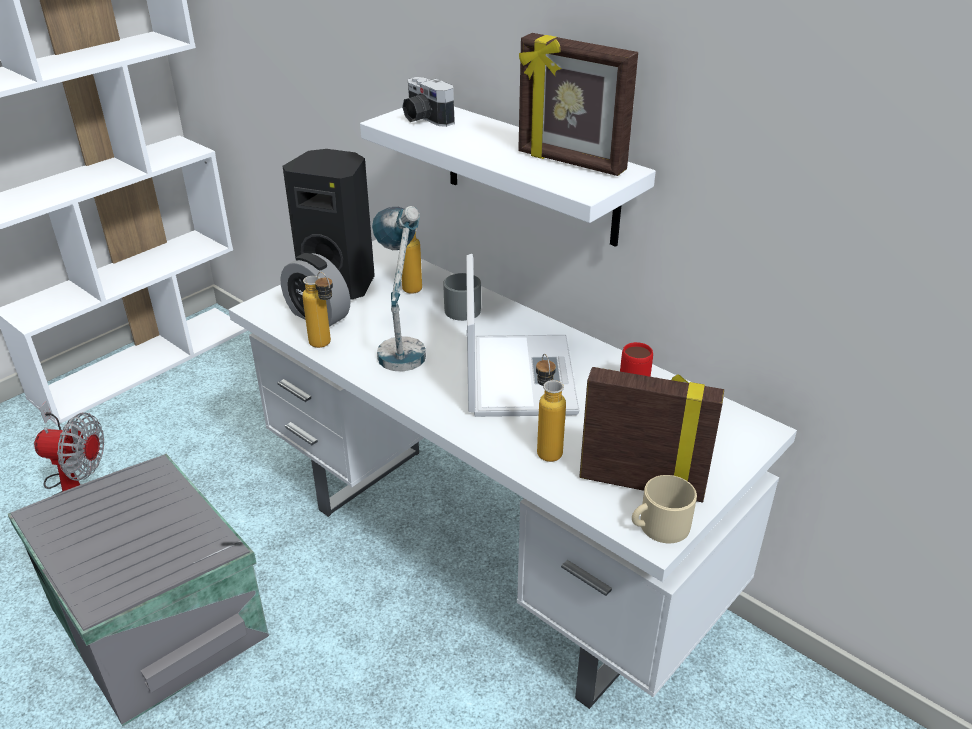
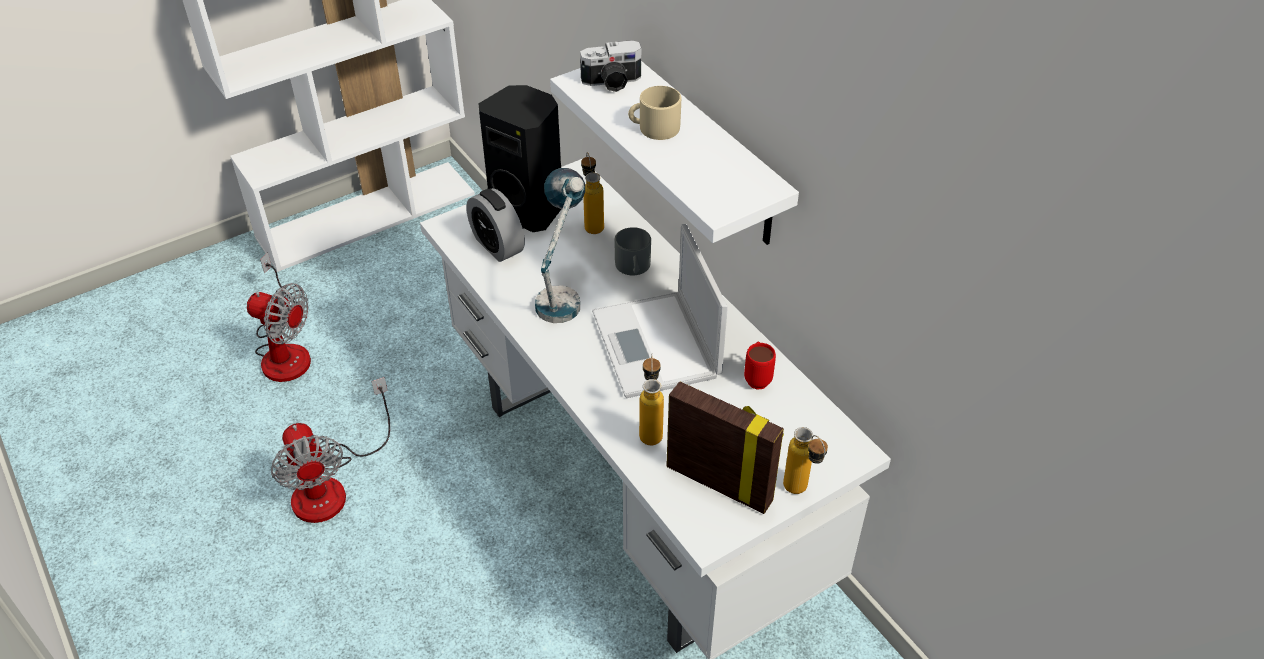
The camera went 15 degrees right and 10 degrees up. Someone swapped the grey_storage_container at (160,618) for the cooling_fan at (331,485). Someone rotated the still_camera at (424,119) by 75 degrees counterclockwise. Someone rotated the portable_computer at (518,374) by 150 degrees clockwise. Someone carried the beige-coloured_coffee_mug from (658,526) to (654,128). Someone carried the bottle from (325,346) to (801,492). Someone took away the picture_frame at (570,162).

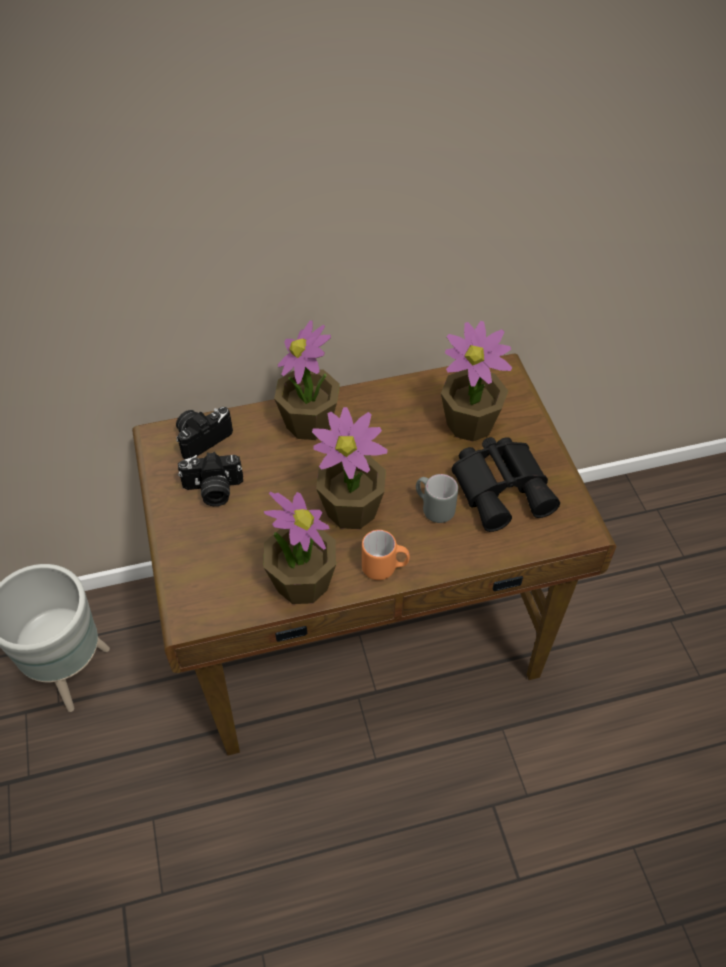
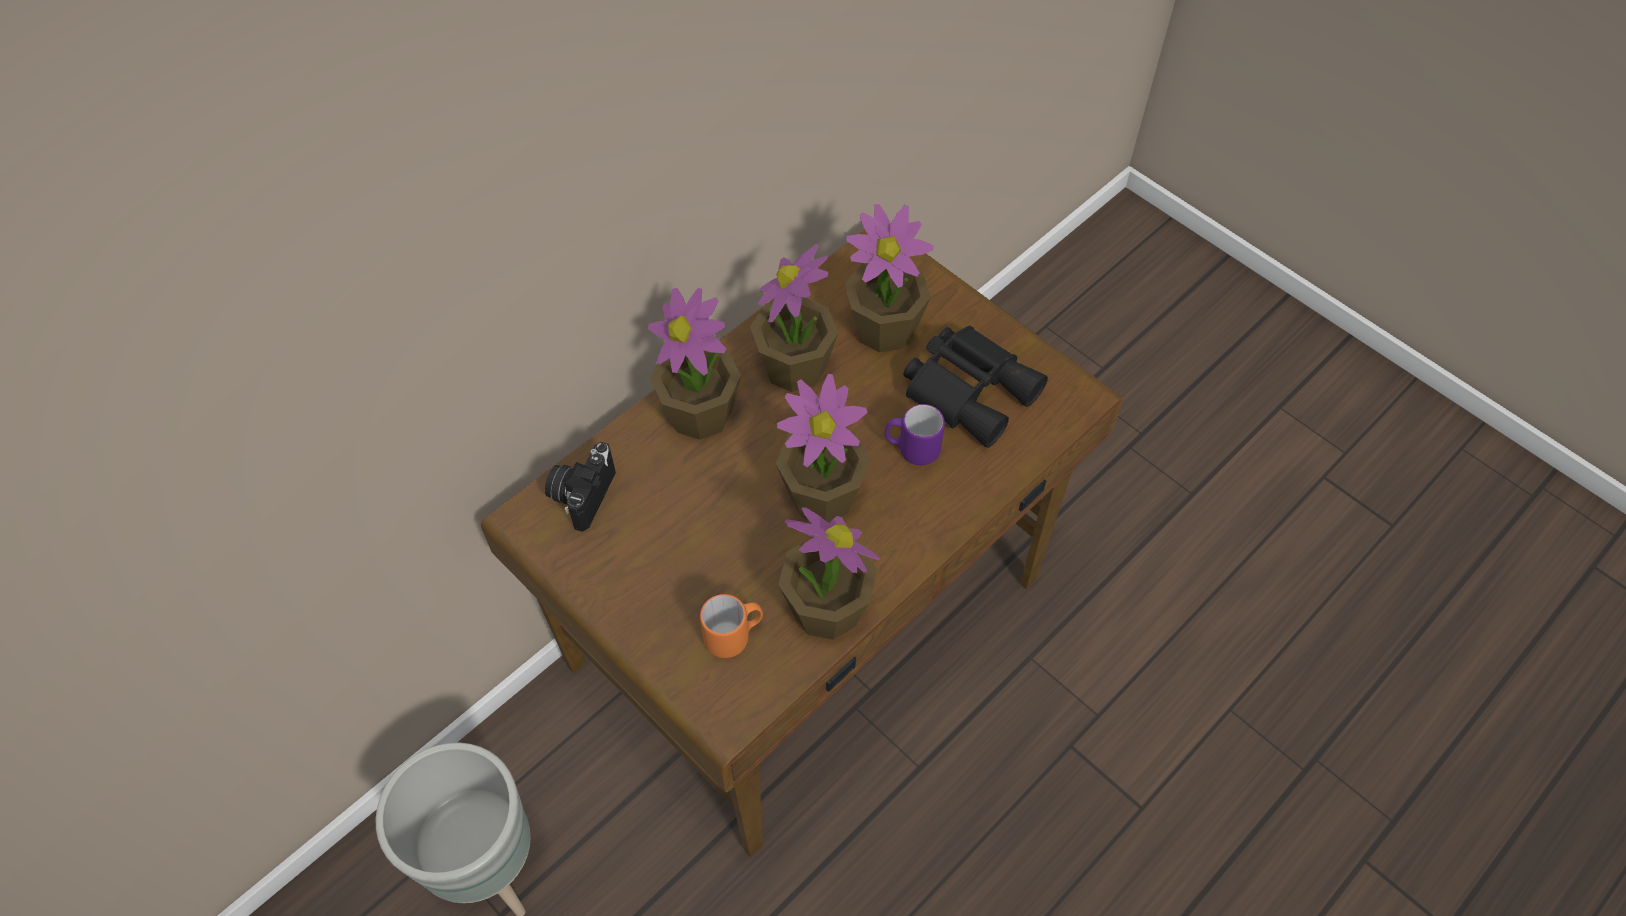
The camera went 30 degrees left and 5 degrees up. Someone carried the orange-coloured_coffee_mug from (385,568) to (734,636). Someone put down the potted_plant at (795,367). Someone repainted the grey_coffee_mug at (433,508), which became the purple-coloured_coffee_mug at (911,449). Someone took away the still_camera at (213,491).

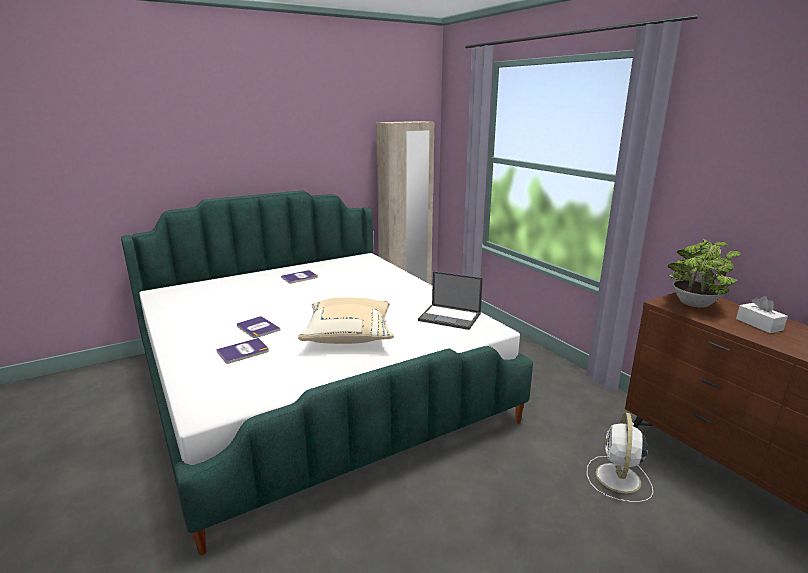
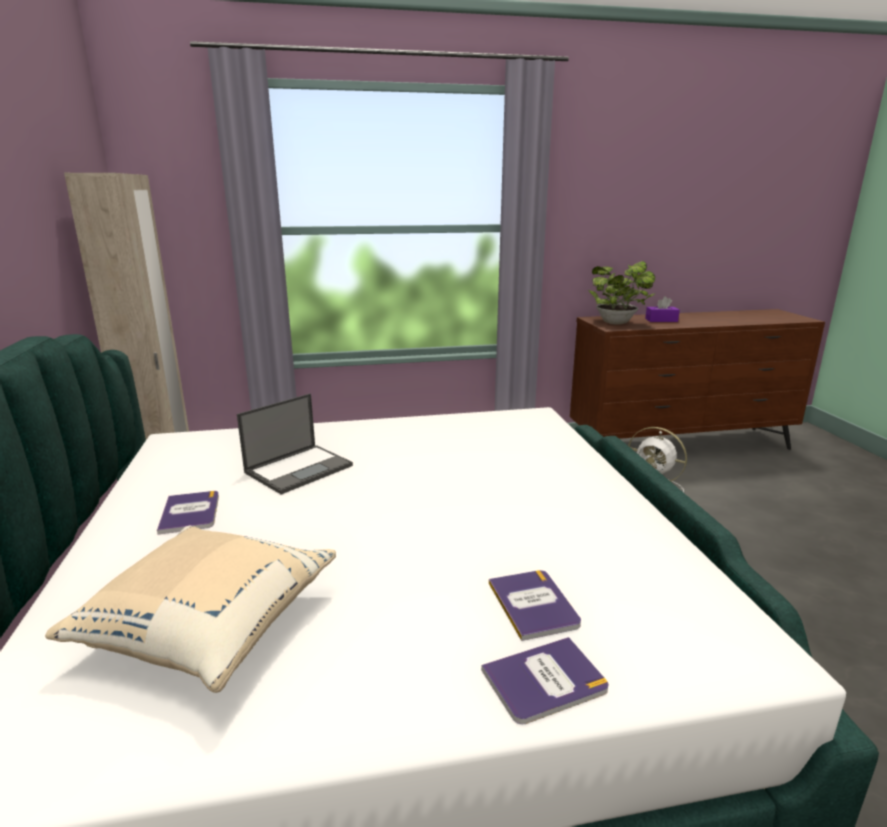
The camera went 70 degrees left and 0 degrees up. Someone carried the beige-coloured_pillow from (349,336) to (208,626). Someone carried the portable_computer from (450,317) to (299,468). Someone carried the volume from (257,328) to (545,681). Someone repainted the whitish_tissue_box at (759,324), which became the purple-coloured_tissue_box at (661,320).

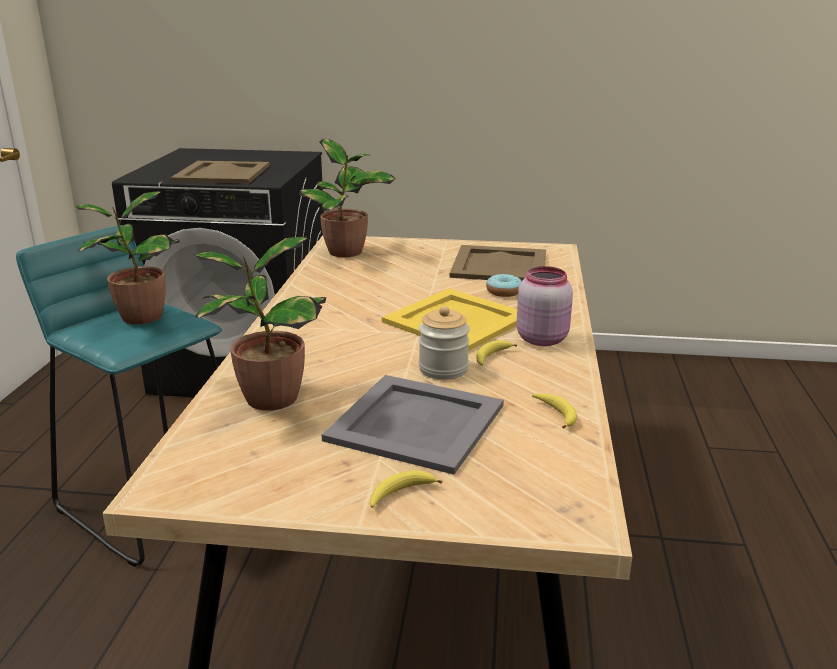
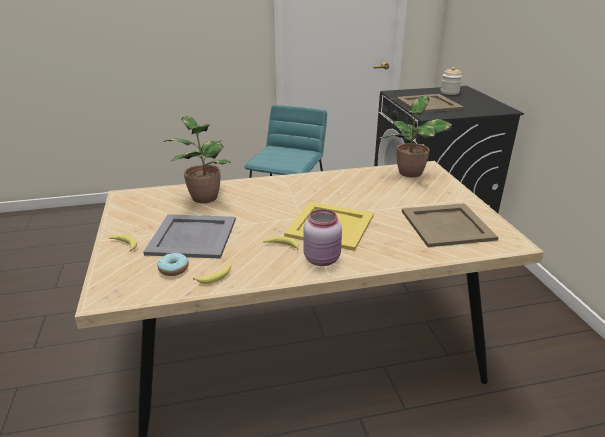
The camera went 70 degrees right and 5 degrees up. Someone carried the doughnut from (503,292) to (173,269). Someone carried the storage_jar from (443,369) to (449,92). Someone took away the potted_plant at (139,317).

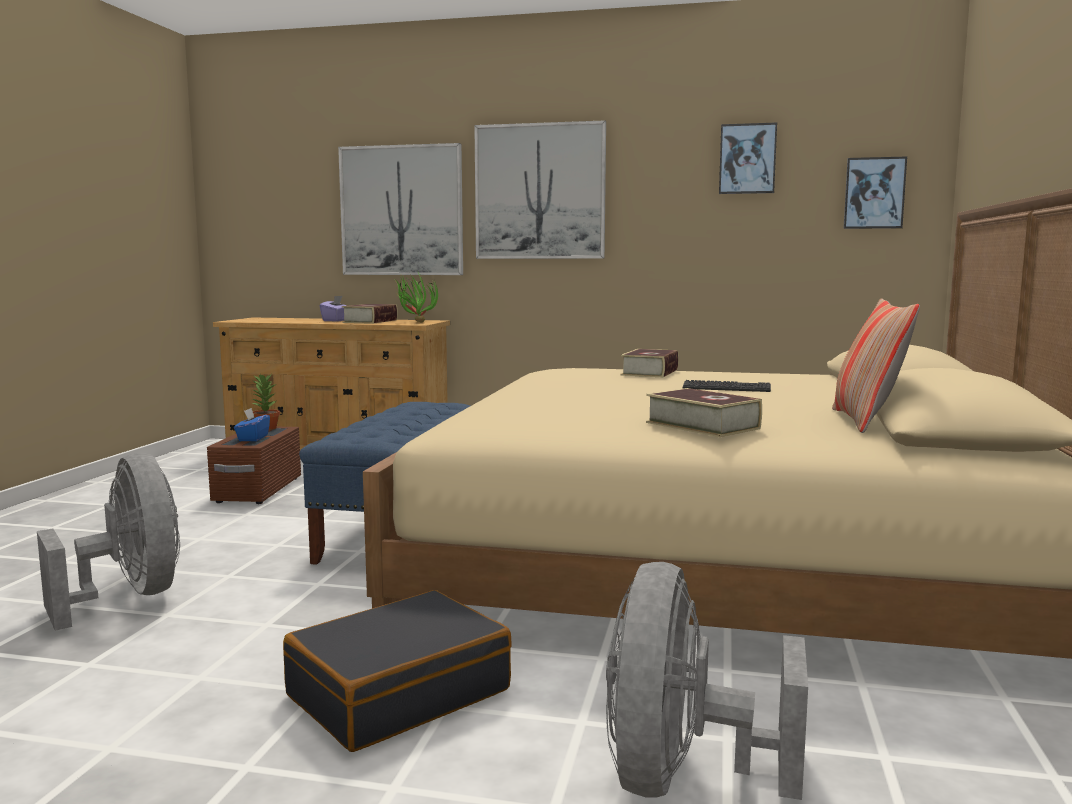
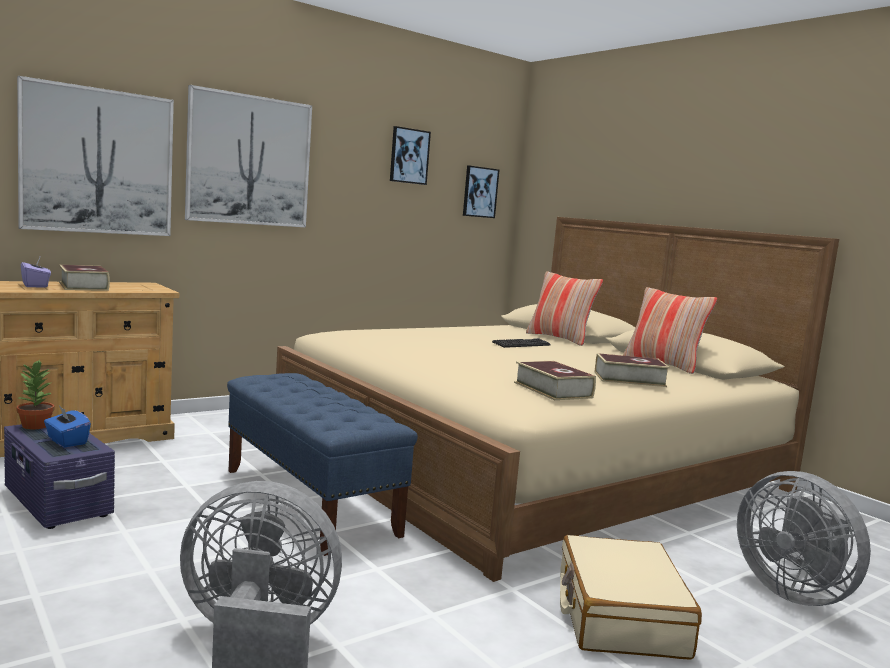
The camera went 50 degrees left and 0 degrees up. Someone repainted the brown-coloured_storage_container at (257,490), which became the purple-coloured_storage_container at (57,502). Someone carried the volume from (650,372) to (552,390). Someone put down the pillow at (559,338). Someone repainted the blackish_travel_case at (398,692), which became the beige-coloured_travel_case at (619,615). Someone took away the potted_plant at (414,322).

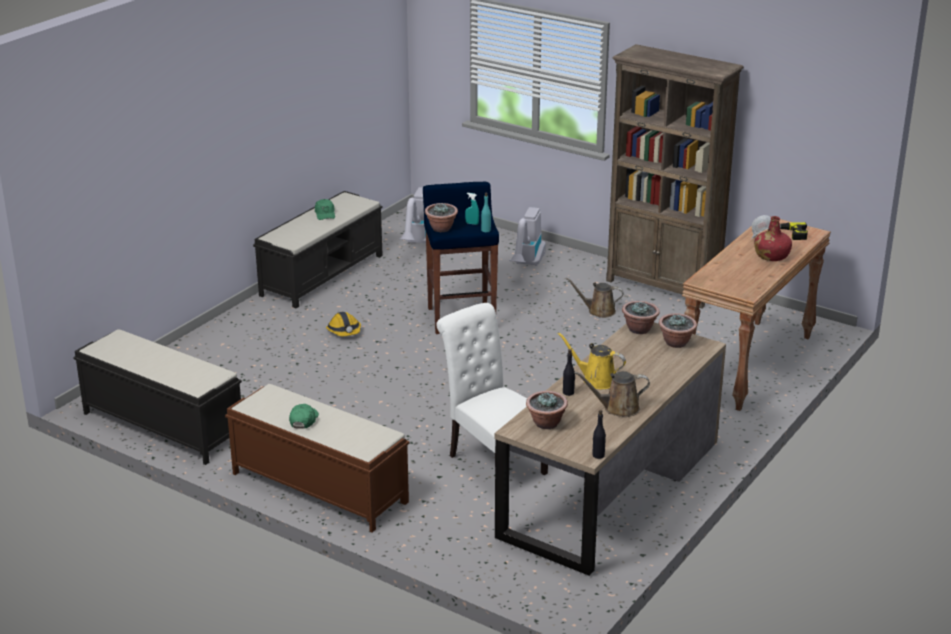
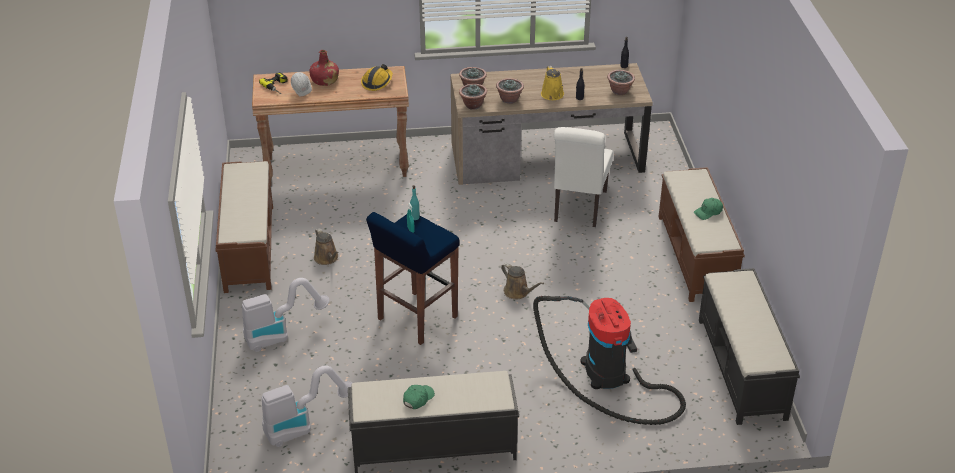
The camera went 130 degrees left and 10 degrees up. Someone swapped the brown-coloured_bookshelf at (663,287) for the brown-coloured_bench at (249,247). Someone carried the work_helmet from (344,331) to (377,82). Someone carried the potted_plant from (441,228) to (509,99). Someone carried the brown-coloured_sprinkling_can from (617,408) to (518,292). Someone put down the vacuum_cleaner at (608,376).

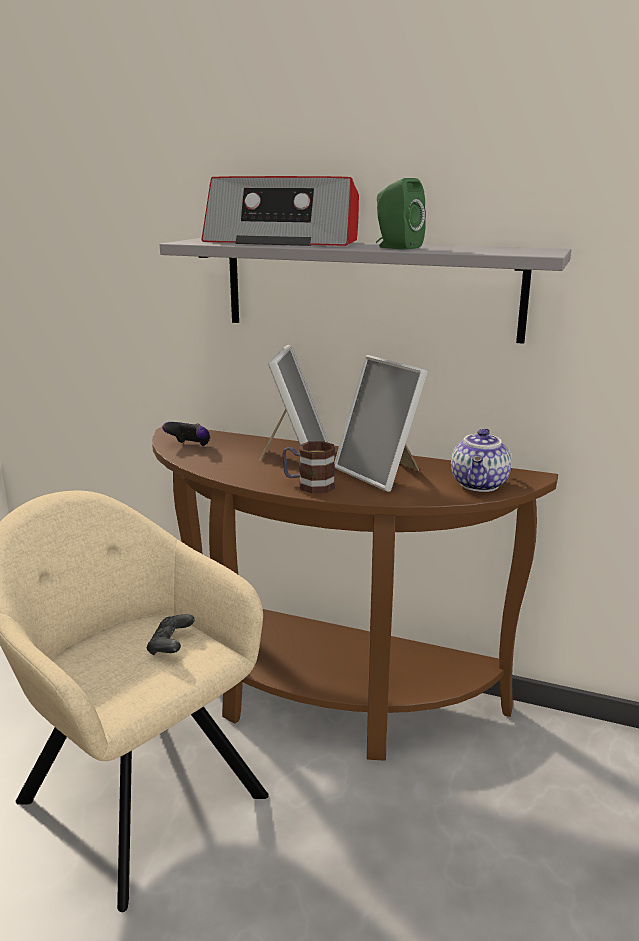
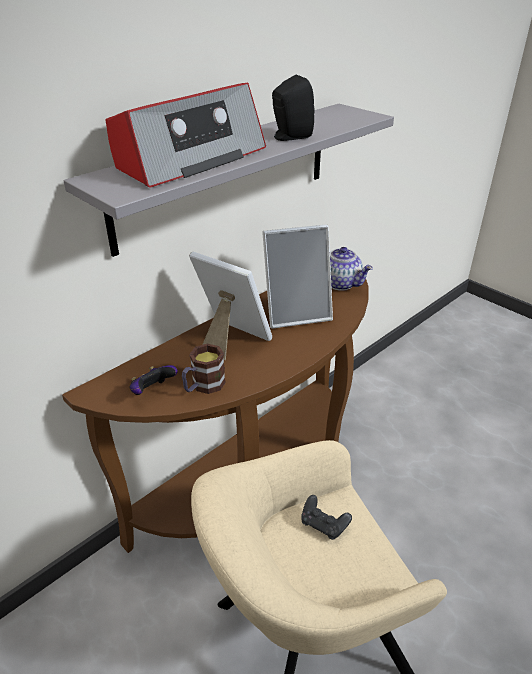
The camera went 65 degrees left and 15 degrees up. Someone carried the coffee_mug from (308,485) to (203,386). Someone repainted the green_speaker at (396,247), which became the blackish_speaker at (289,137).

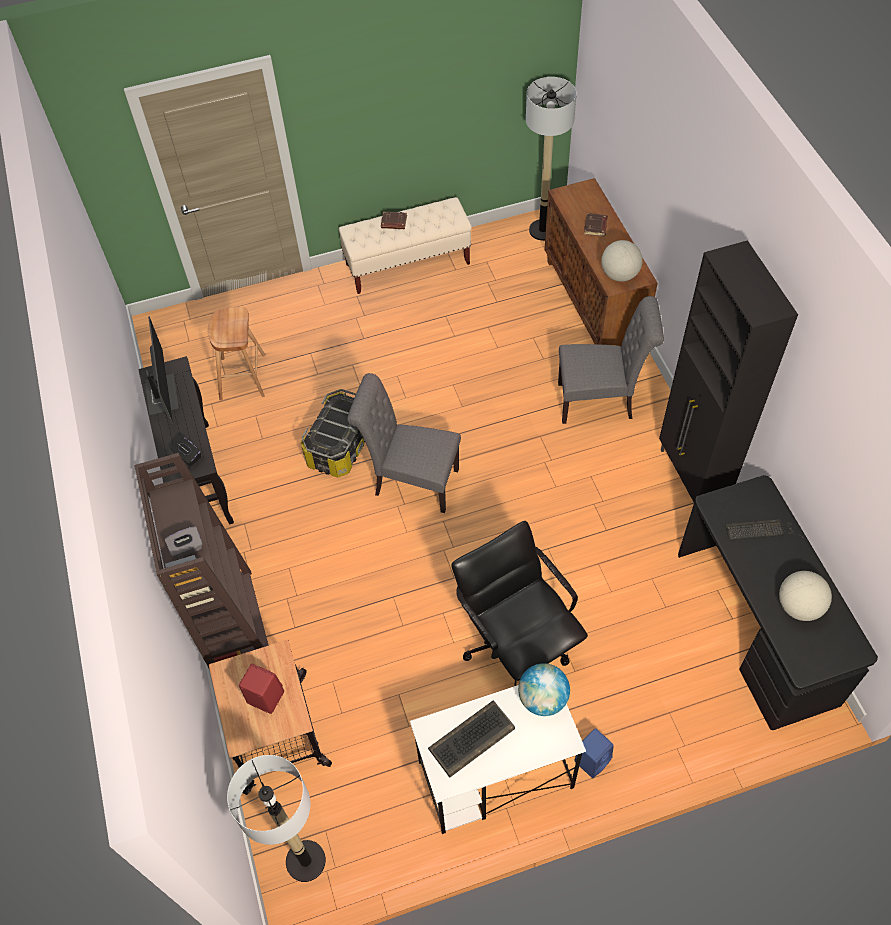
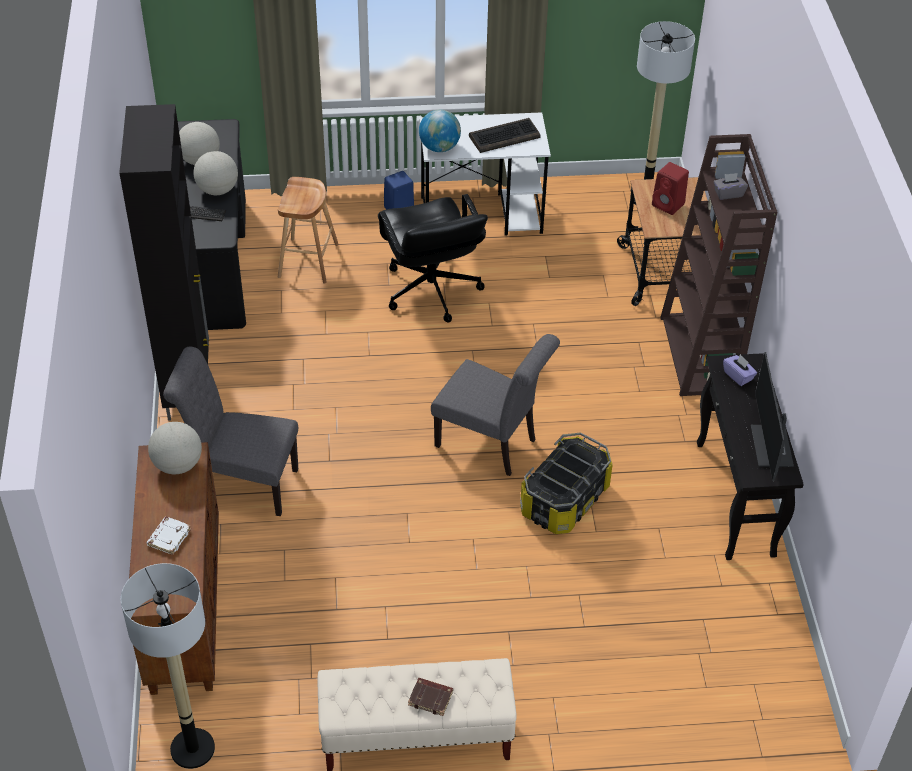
The camera went 170 degrees left and 10 degrees down. Someone repainted the brown-coloured_volume at (596,227), which became the whitish_volume at (169,537). Someone put down the desk_globe at (218,190). Someone carried the brown-coloured_stool_seat from (242,377) to (308,260). Someone repainted the blackish_tissue_box at (188,456), which became the purple-coloured_tissue_box at (738,376).

